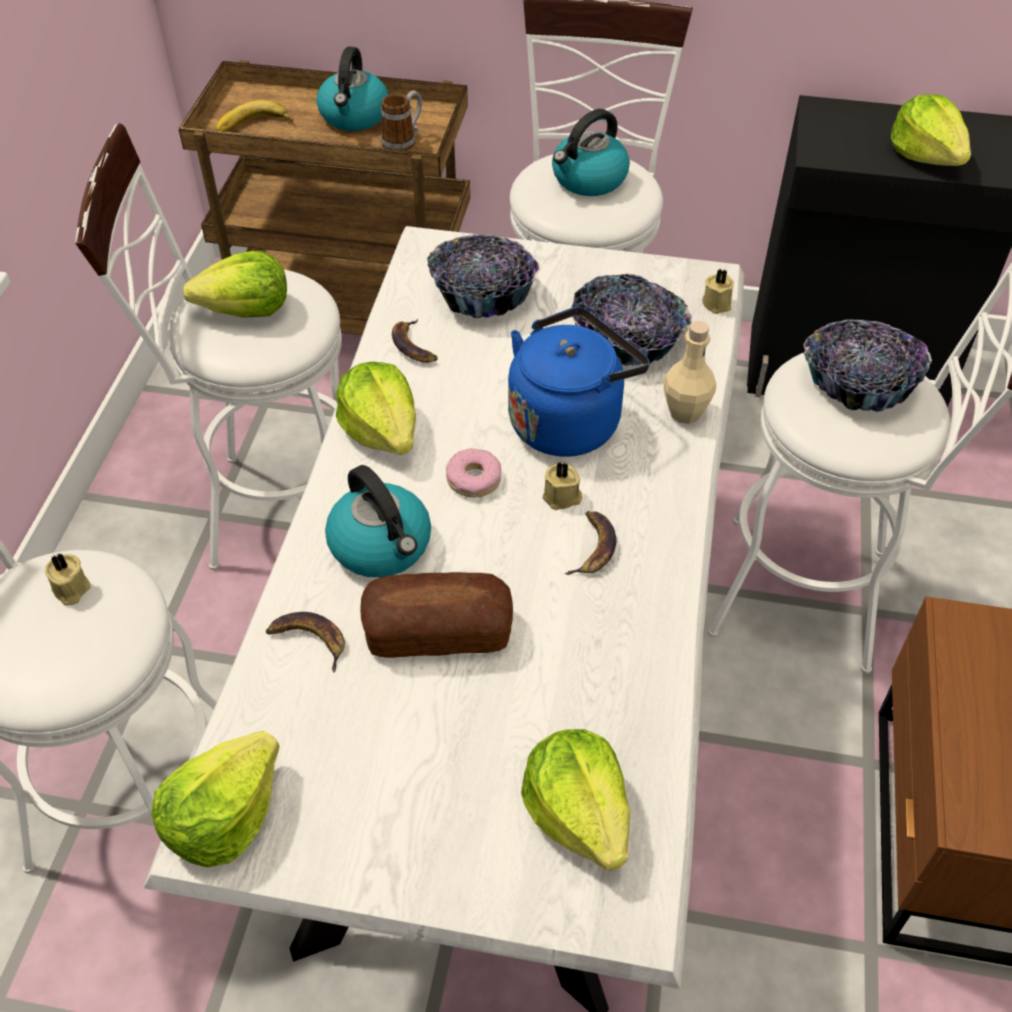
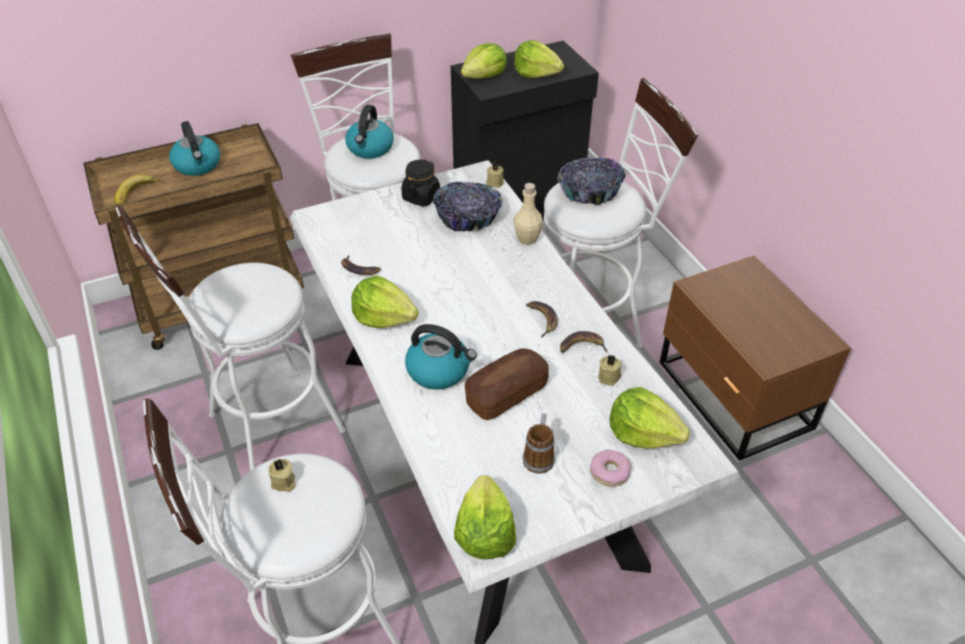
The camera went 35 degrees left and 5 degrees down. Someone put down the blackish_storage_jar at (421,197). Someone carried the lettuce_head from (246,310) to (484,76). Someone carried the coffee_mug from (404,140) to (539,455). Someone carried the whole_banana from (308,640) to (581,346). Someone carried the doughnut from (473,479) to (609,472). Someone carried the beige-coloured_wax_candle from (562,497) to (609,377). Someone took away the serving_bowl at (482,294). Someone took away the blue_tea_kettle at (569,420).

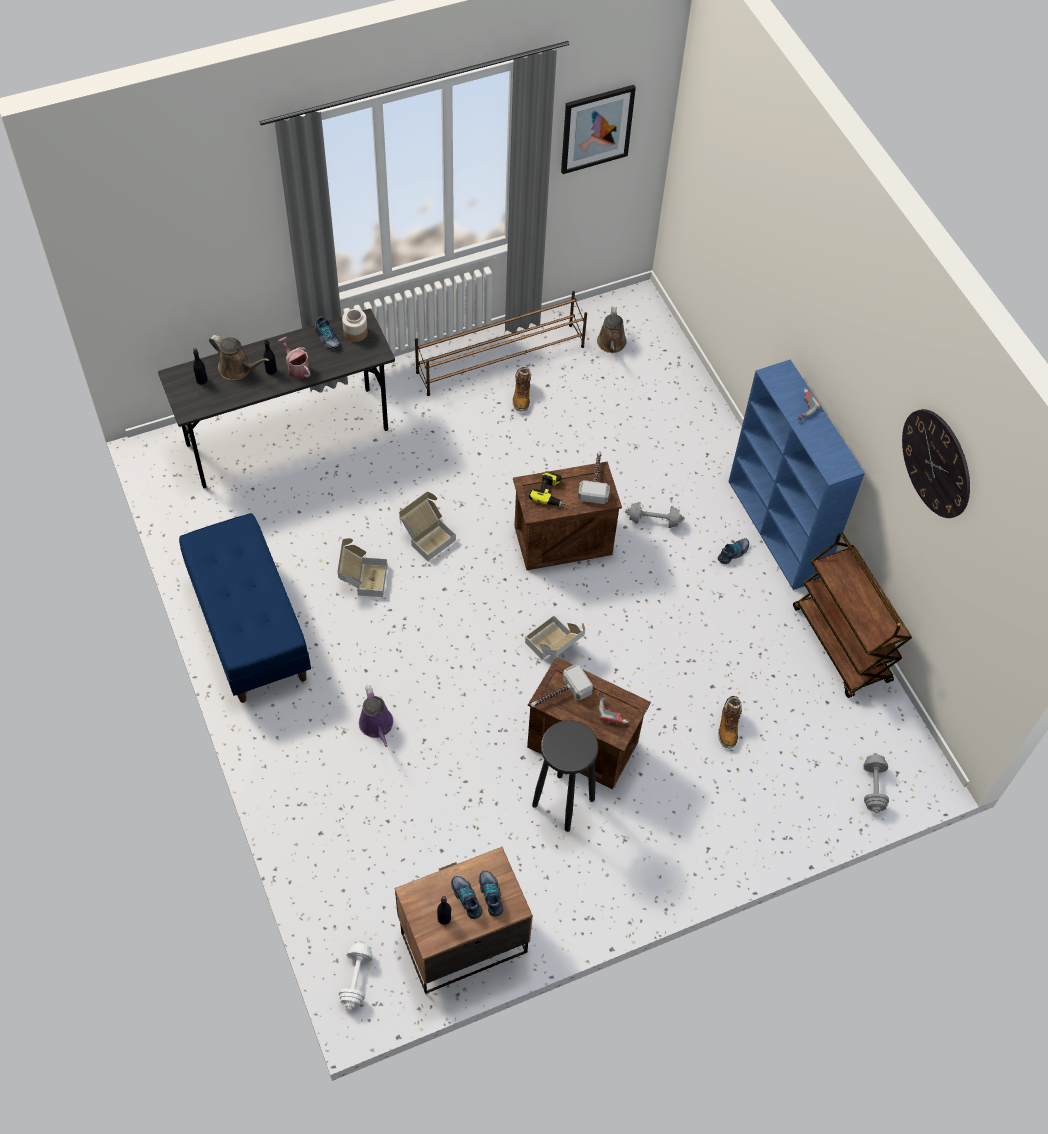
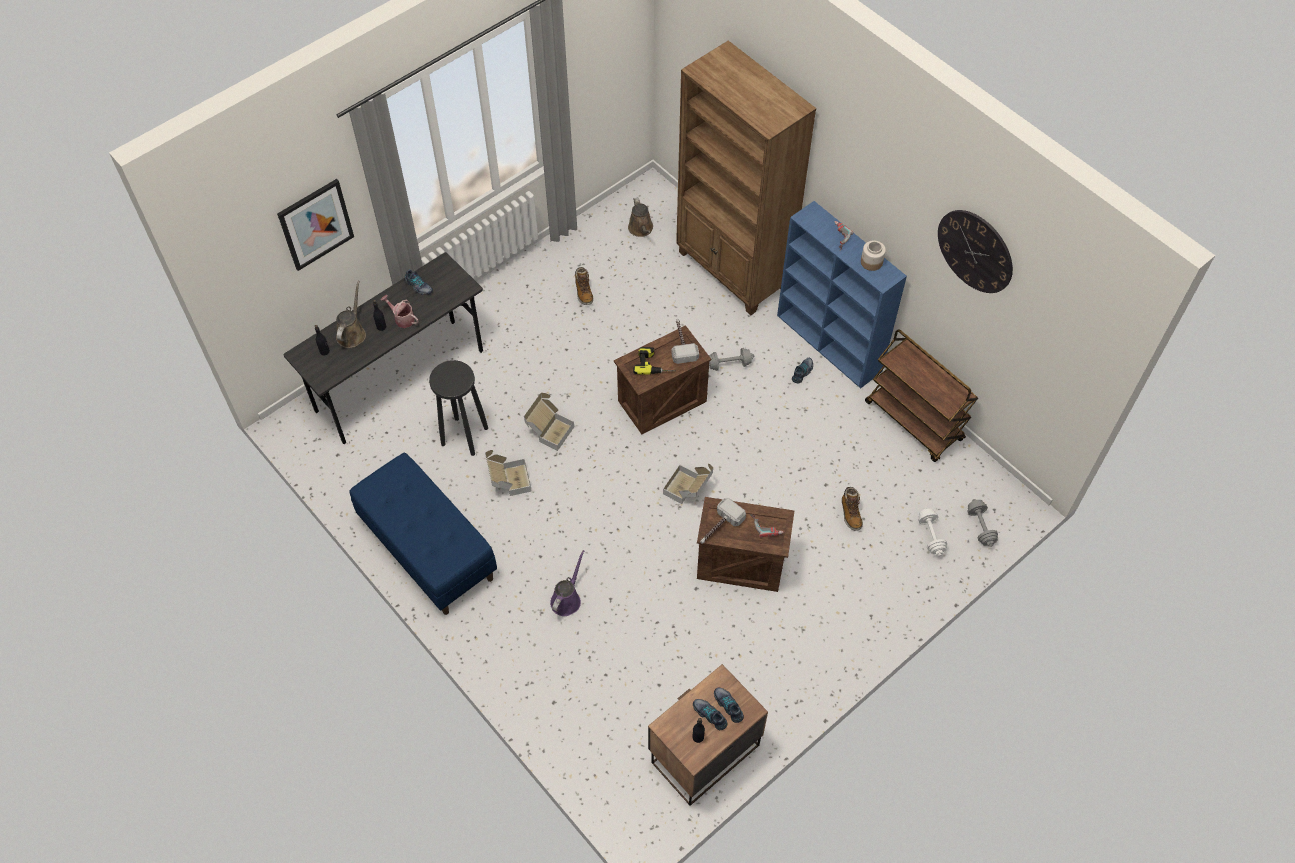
The camera went 15 degrees left and 0 degrees up. Someone carried the wall_art from (596,128) to (315,224). Someone rotated the brown-coloured_sprinkling_can at (238,369) by 90 degrees counterclockwise. Someone carried the blackish_stool_seat from (562,802) to (464,436). Someone rotated the purple-coloured_sprinkling_can at (377,726) by 120 degrees counterclockwise. Someone put down the brown-coloured_bookshelf at (733,271). Someone carried the storage_jar from (355,333) to (871,262). Someone carried the whitish_hand_weight from (356,978) to (930,536). Someone took away the brown-coloured_shoe_shelf at (501,359).

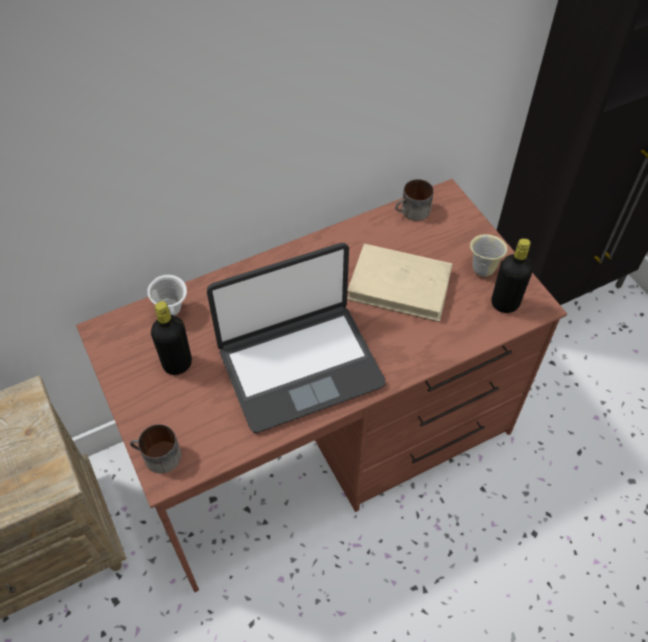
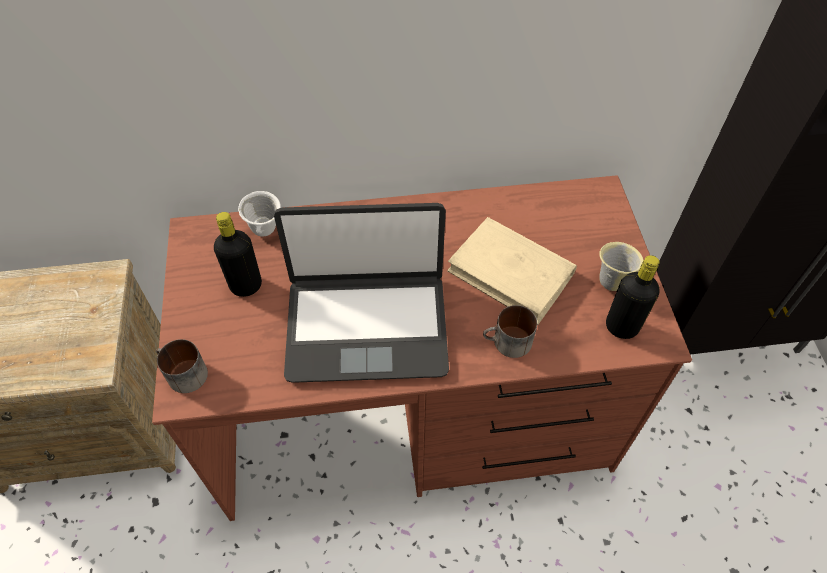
The camera went 20 degrees right and 0 degrees up. Someone carried the coffee_mug from (412,212) to (507,343).

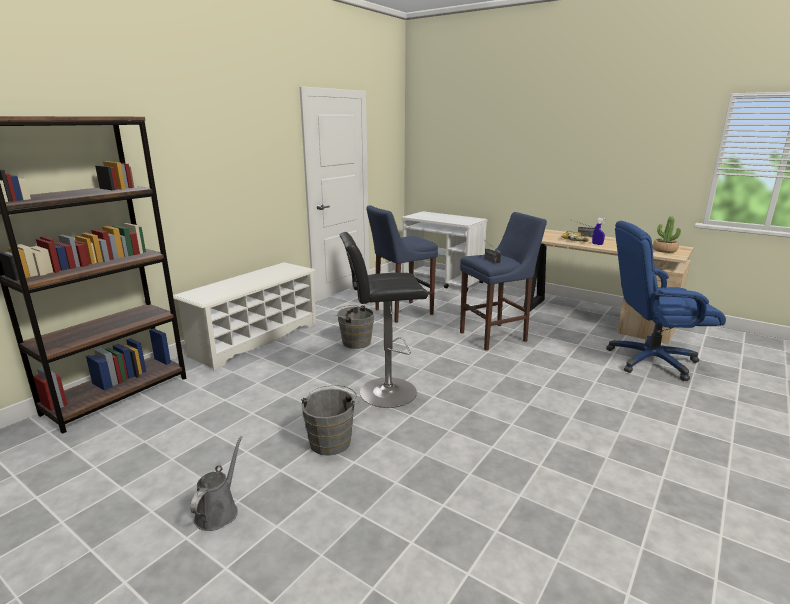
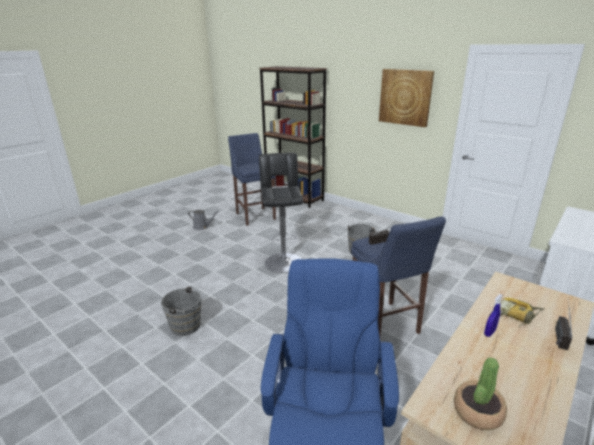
The camera went 95 degrees right and 5 degrees up. Someone carried the grey_bucket from (331,440) to (188,326). Someone carried the blue_stool_seat from (401,312) to (255,215). Someone put up the wall_art at (405,97). Someone took away the whitish_shoe_shelf at (255,339).

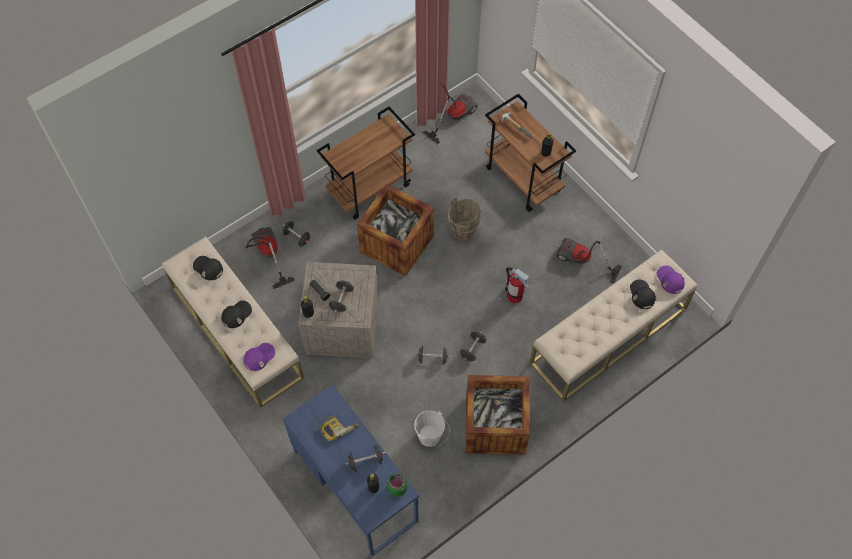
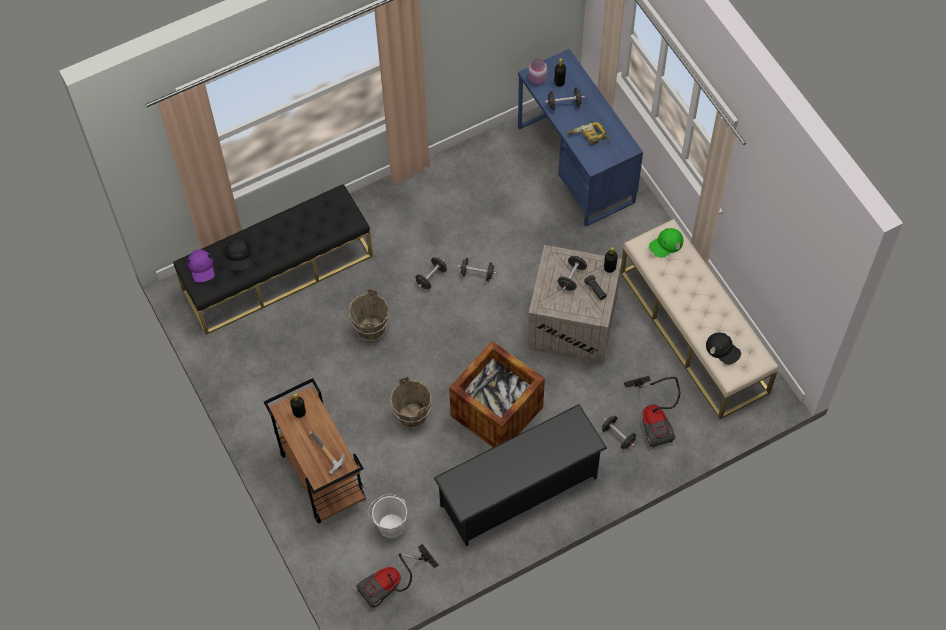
The camera went 170 degrees left and 0 degrees up. Someone repainted the beige-coloured_bench at (608,336), which became the blackish_bench at (278,273). Someone swapped the extinguisher at (514,296) for the brown-coloured_bucket at (371,330). Someone carried the whitish_bucket from (431,438) to (389,524). Someone swapped the brown-coloured_cart at (370,188) for the blackish_shoe_shelf at (519,491). Someone repainted the green_storage_jar at (397,488), which became the pink-coloured_storage_jar at (537,79). Someone repainted the purple-coloured_cap at (259,357), which became the green_cap at (666,244). Someone took away the blackish_cap at (236,314). Someone took away the crate at (495,425). Someone took away the vacuum_cleaner at (581,262).

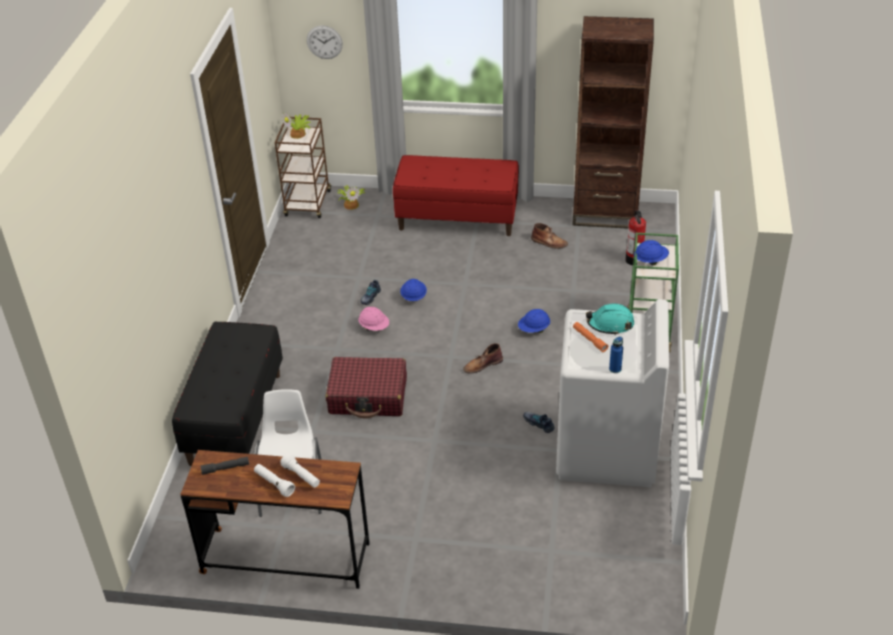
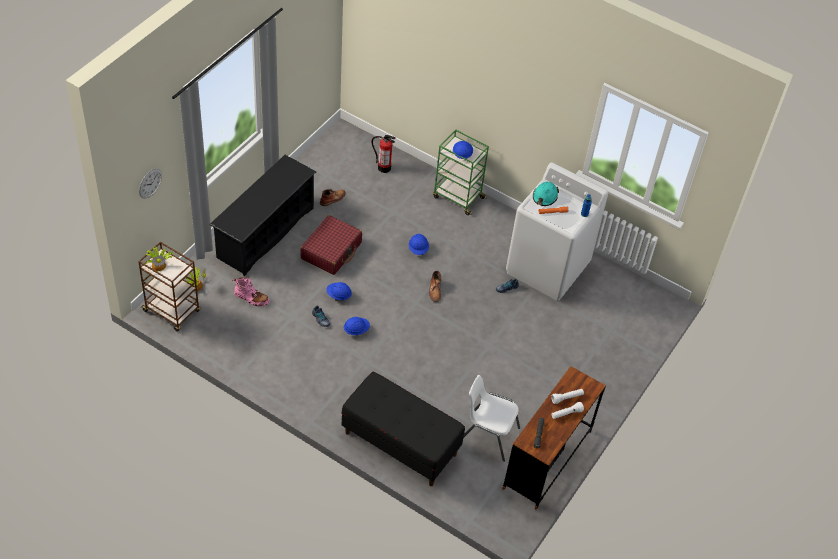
The camera went 70 degrees left and 10 degrees up. Someone swapped the red-coloured_bench at (457,218) for the blackish_shoe_shelf at (265,233). Someone put down the pink-coloured_high-top_boot at (251,298). Someone carried the red-coloured_travel_case from (368,396) to (331,251). Someone repainted the pink-coloured_work_helmet at (374,327), which became the blue_work_helmet at (356,330). Someone took away the brown-coloured_bookshelf at (605,214).

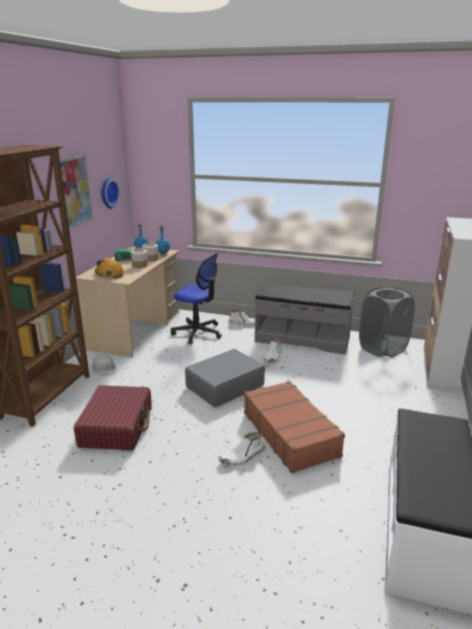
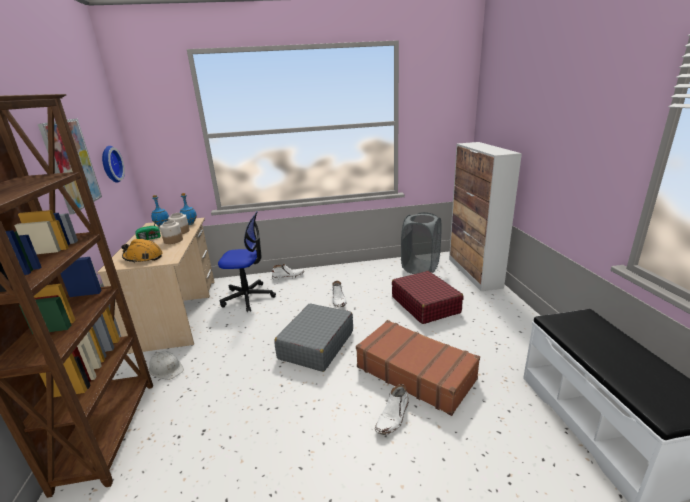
The camera went 25 degrees left and 0 degrees up. Someone carried the red-coloured_travel_case from (117,427) to (425,304). Someone took away the grey_bench at (302,339).

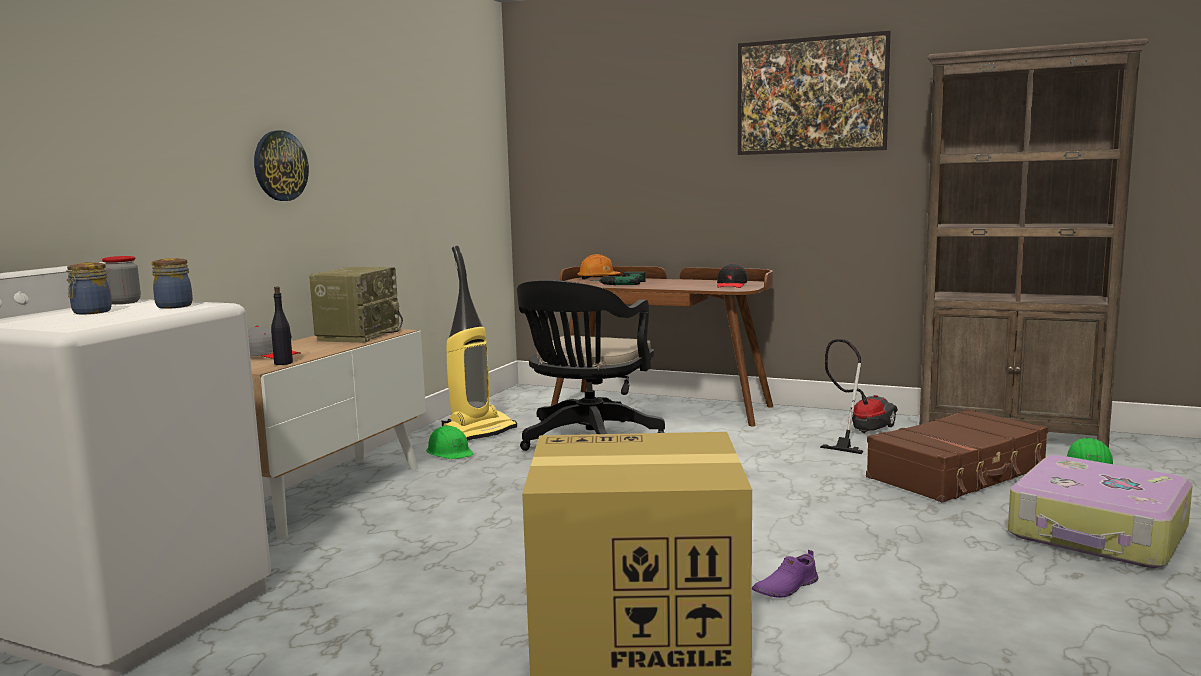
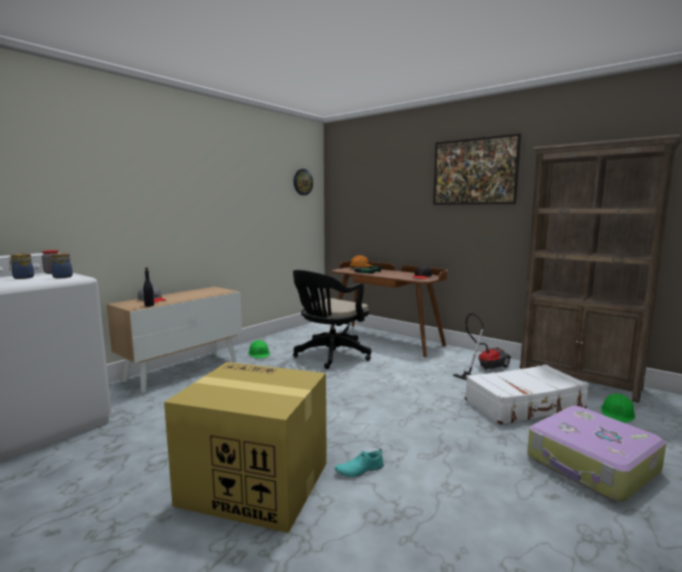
The camera went 15 degrees right and 0 degrees up. Someone carried the hanging_clock from (280,166) to (302,182). Someone repainted the purple-coloured_shoe at (785,588), which became the blue-green_shoe at (359,470). Someone repainted the brown-coloured_travel_case at (958,474), which became the whitish_travel_case at (525,405). Someone took away the radio at (358,335). Someone took away the vacuum_cleaner at (479,431).

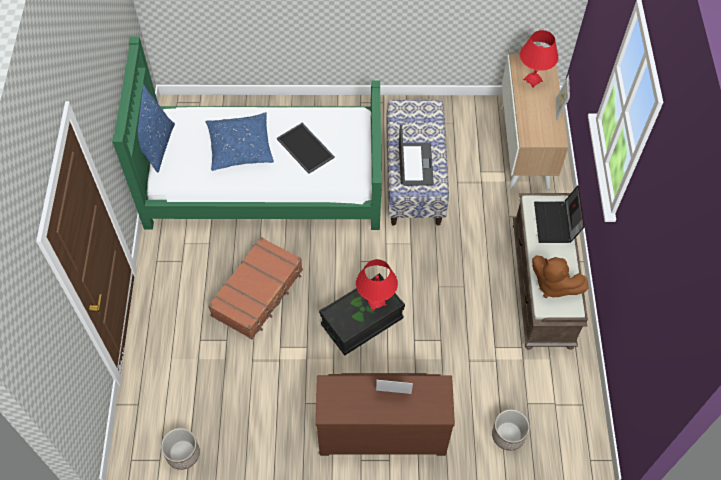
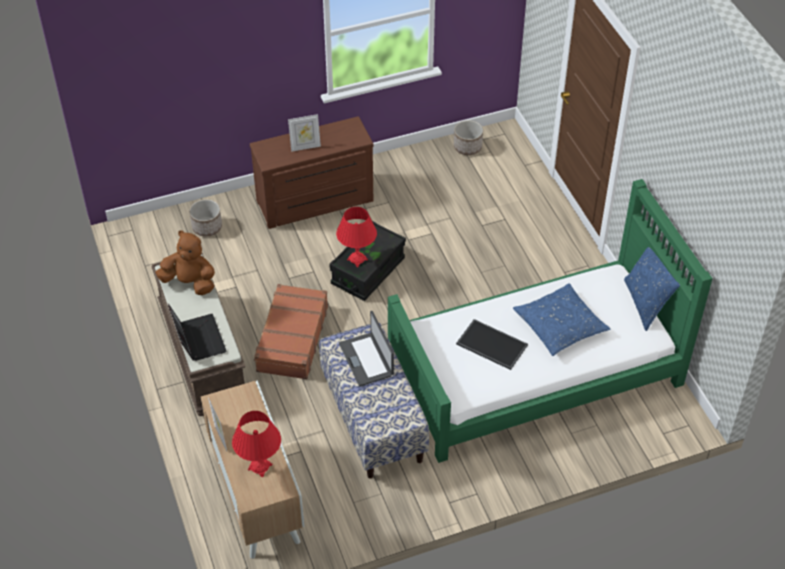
The camera went 160 degrees right and 10 degrees down. Someone carried the brown-coloured_travel_case from (258,293) to (291,339).

